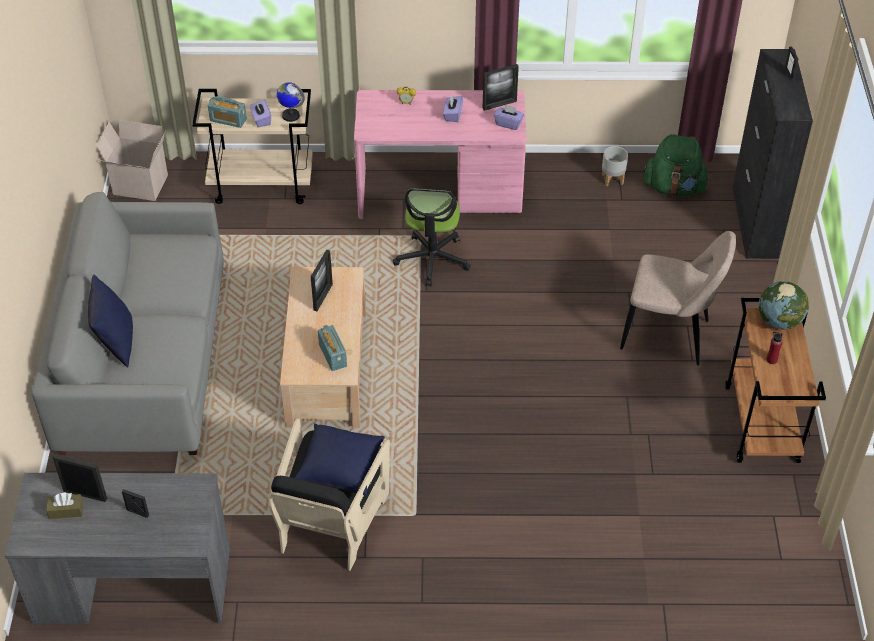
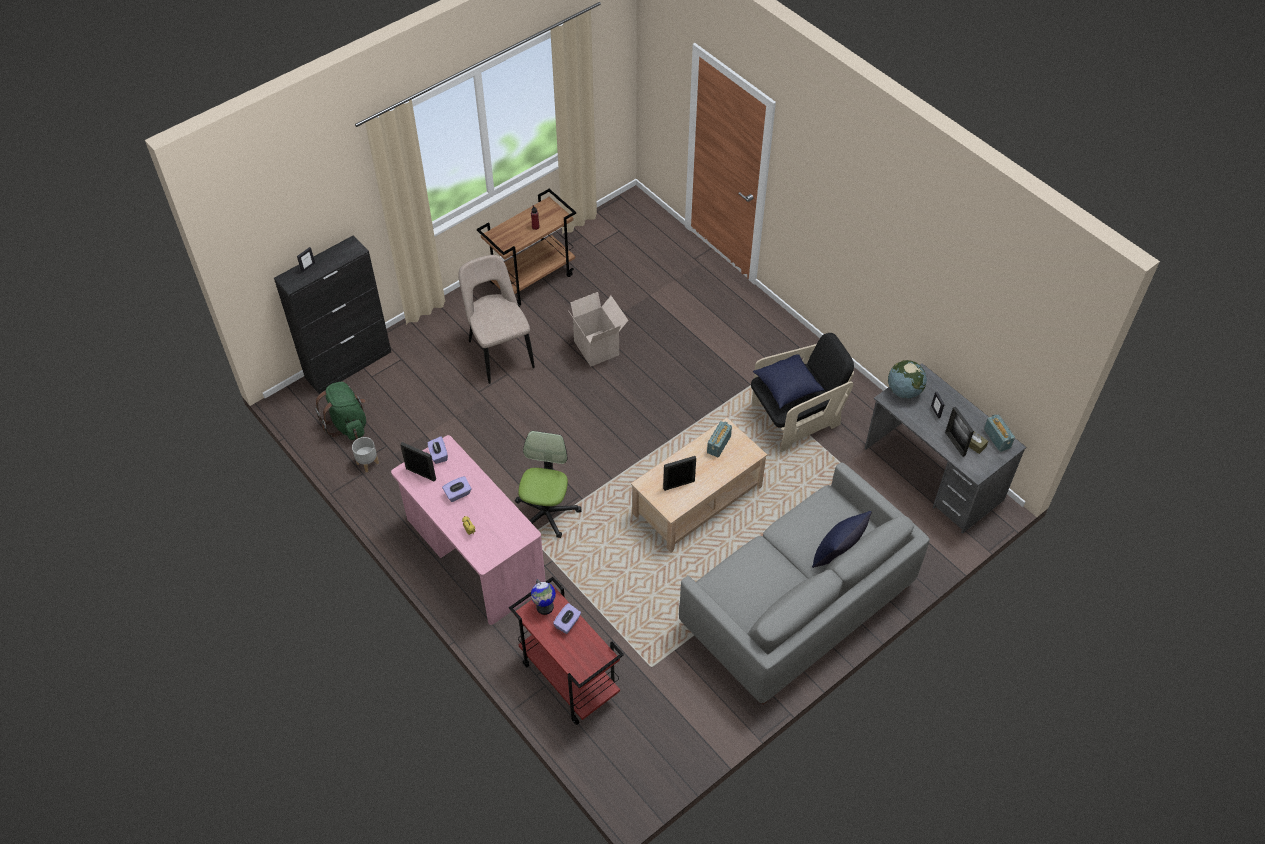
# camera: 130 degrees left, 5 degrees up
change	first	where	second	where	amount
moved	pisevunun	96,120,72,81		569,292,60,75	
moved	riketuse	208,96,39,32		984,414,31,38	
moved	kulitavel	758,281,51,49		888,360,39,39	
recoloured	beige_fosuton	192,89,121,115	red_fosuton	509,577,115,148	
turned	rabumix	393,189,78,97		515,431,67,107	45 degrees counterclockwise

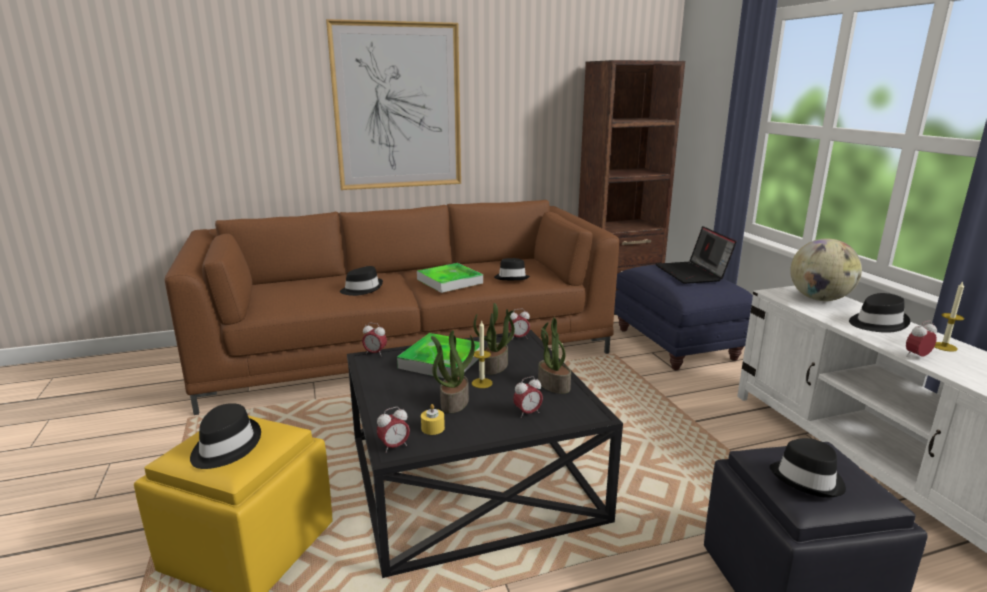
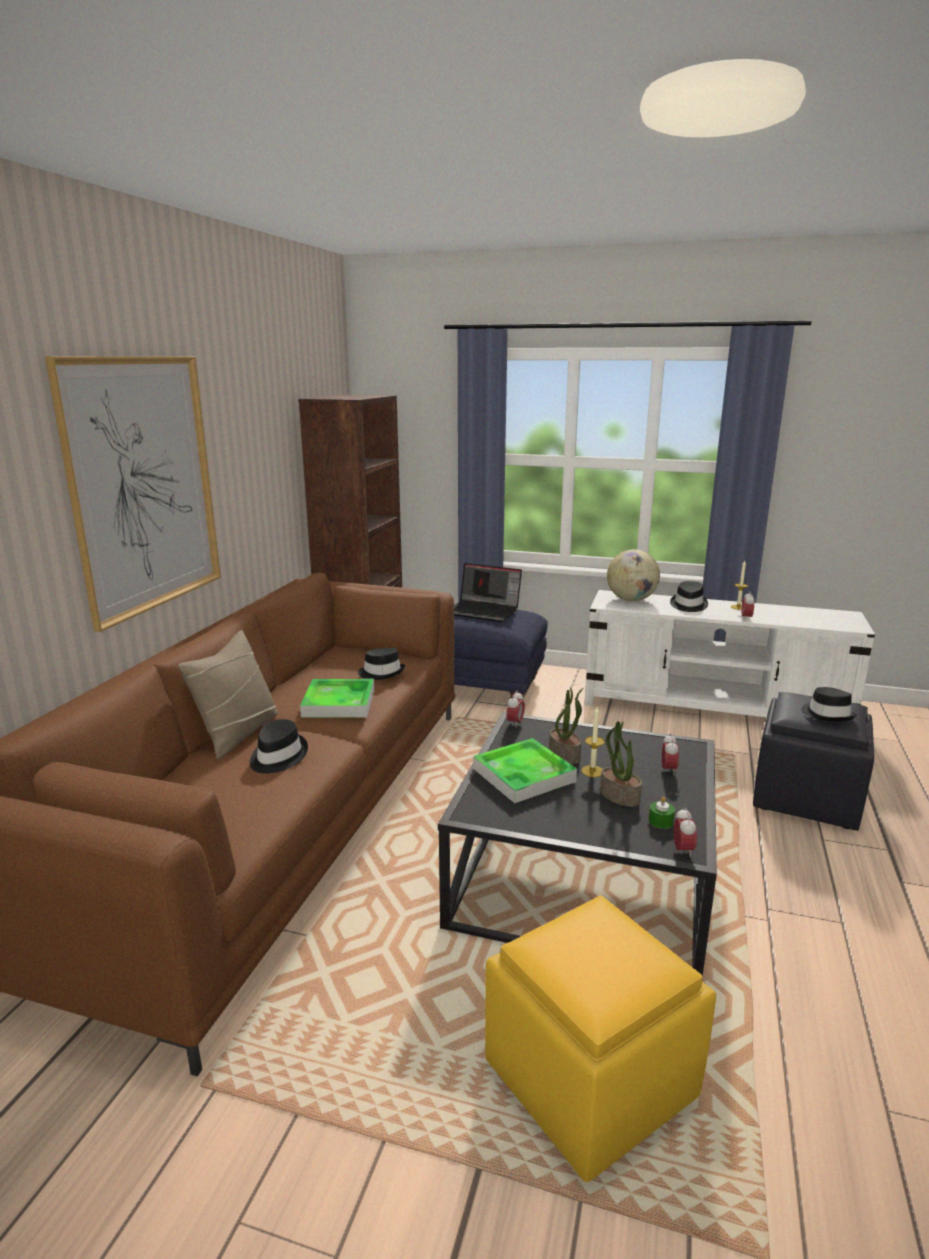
# camera: 55 degrees left, 0 degrees up
change	first	where	second	where	amount
removed	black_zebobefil	190,403,71,66			
removed	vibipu	362,322,25,34			
removed	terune	538,317,33,77			
added			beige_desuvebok	178,630,100,129	
recoloured	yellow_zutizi	421,404,24,31	green_zutizi	649,796,26,33	

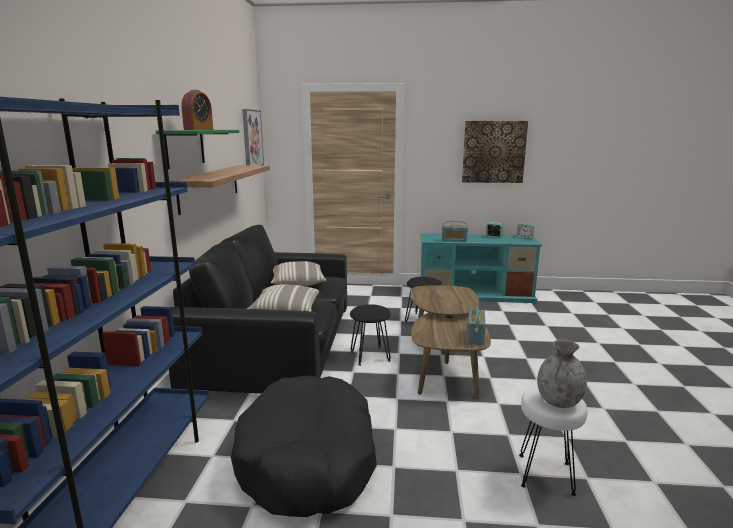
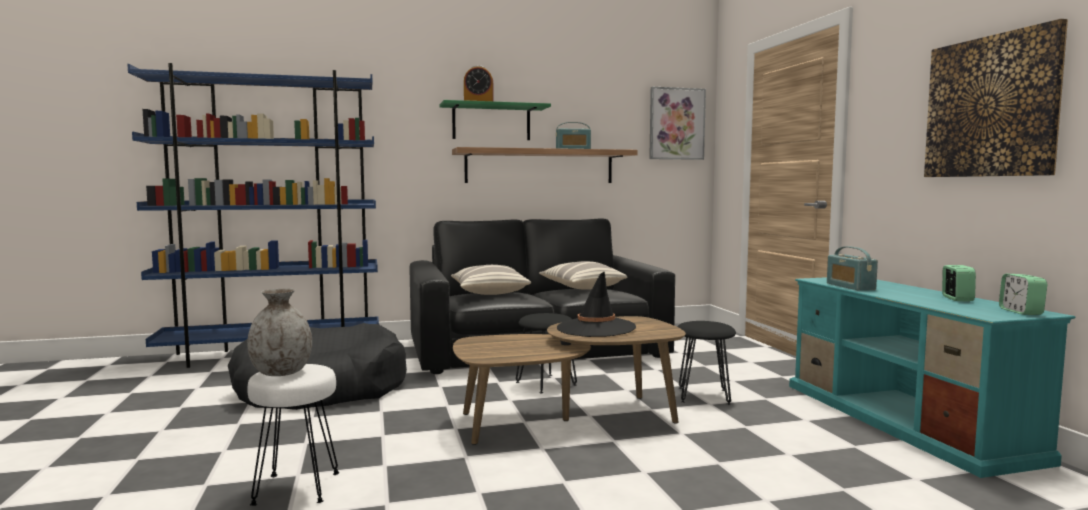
# camera: 70 degrees right, 10 degrees down
change	first	where	second	where	amount
added			black_zebobefil	557,272,79,65	
moved	riketuse	467,306,19,39		556,122,35,27	

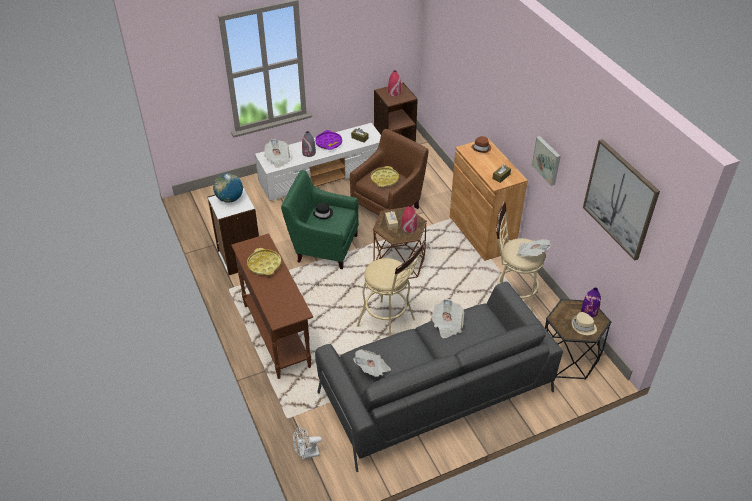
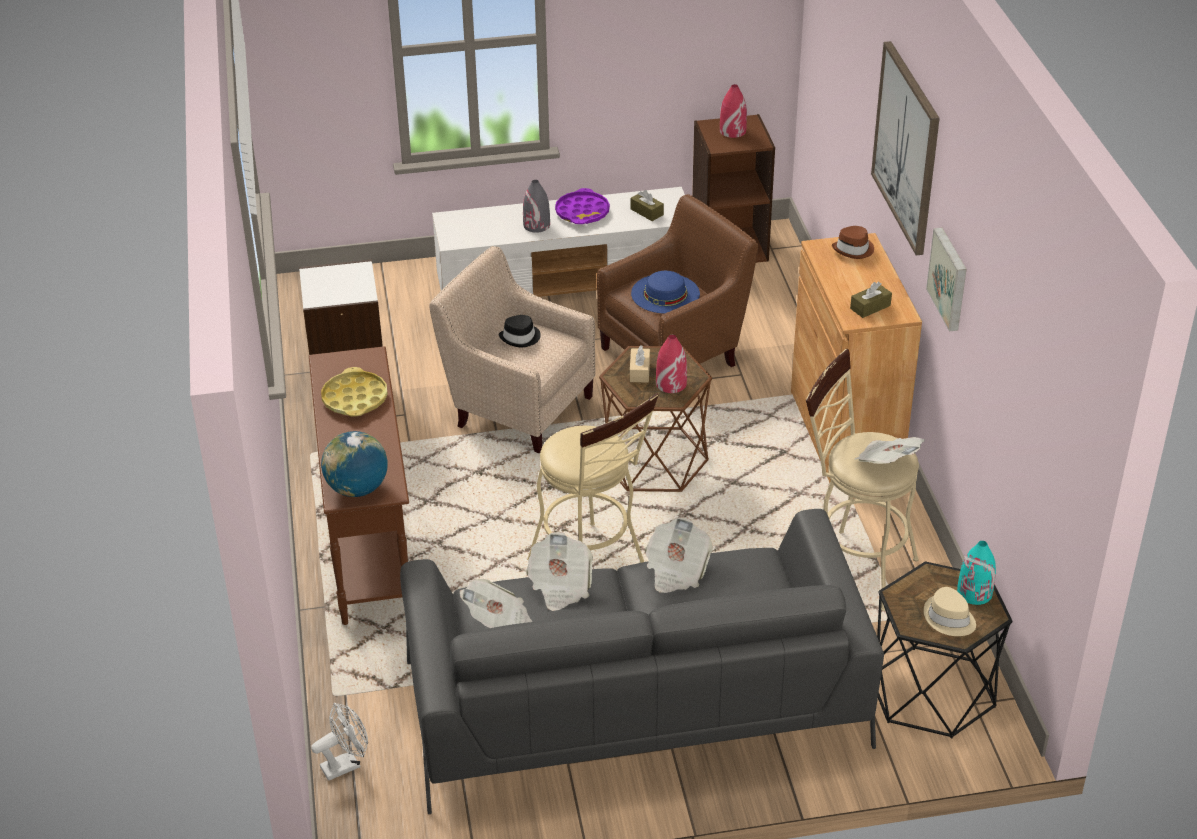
# camera: 15 degrees right, 5 degrees down
change	first	where	second	where	amount
moved	kulitavel	213,173,30,30		321,431,67,66	
moved	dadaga	264,139,27,29		526,532,67,79	
moved	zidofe	583,139,77,122		871,41,69,214	
replaced	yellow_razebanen	371,166,28,21	blue_zebobefil	631,271,69,43	
recoloured	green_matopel	281,170,78,99	beige_matopel	429,246,167,207	
recoloured	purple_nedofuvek	581,288,20,29	turquoise_nedofuvek	957,541,39,64	
turned	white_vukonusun	293,425,29,35		311,702,57,79	150 degrees clockwise

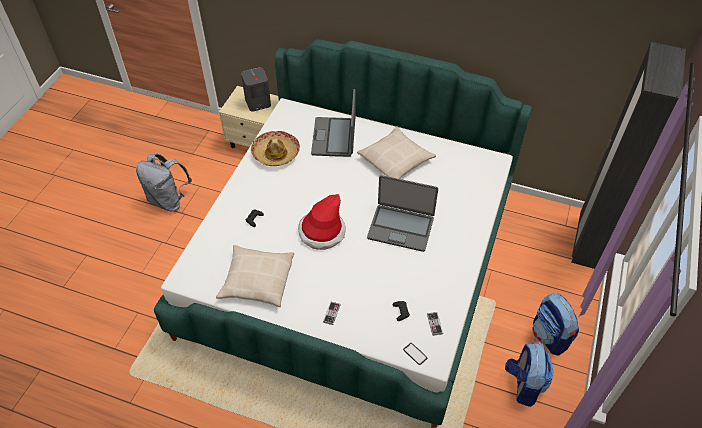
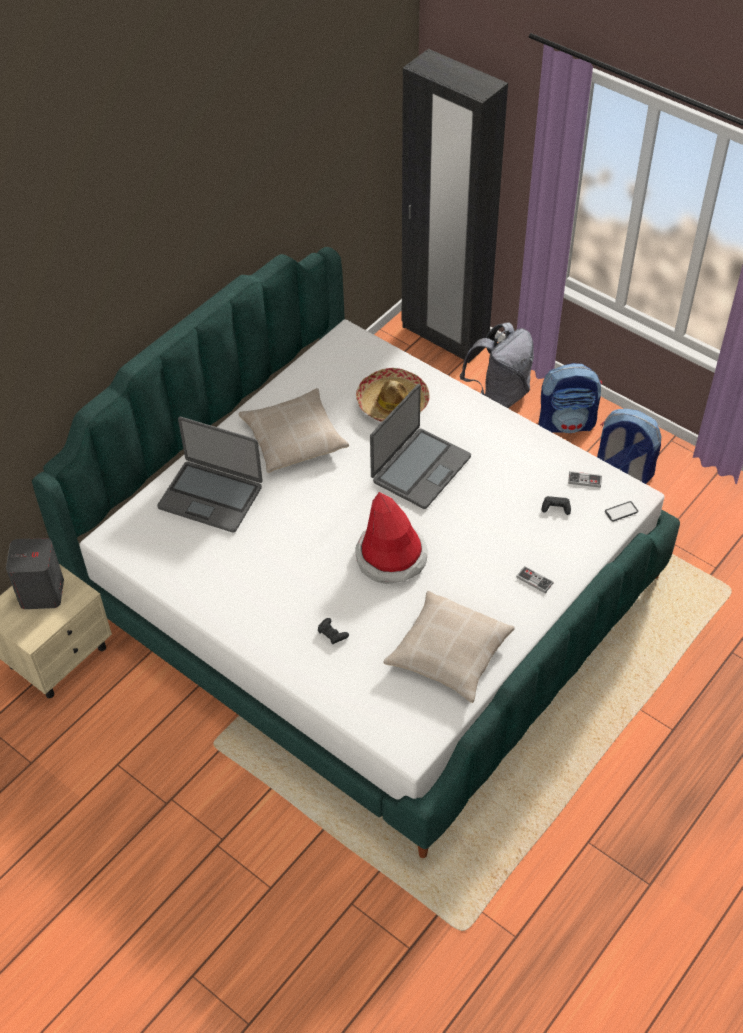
# camera: 70 degrees left, 0 degrees up
change	first	where	second	where	amount
moved	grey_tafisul	136,154,56,57		460,322,74,86	
moved	zebobefil	251,131,49,35		356,368,74,54	

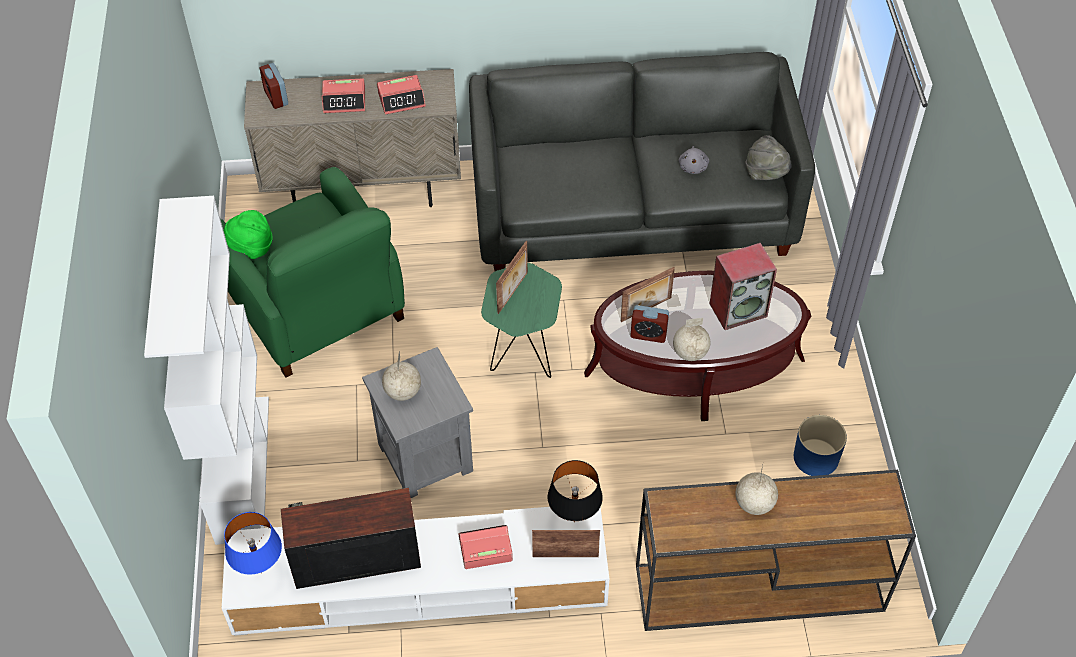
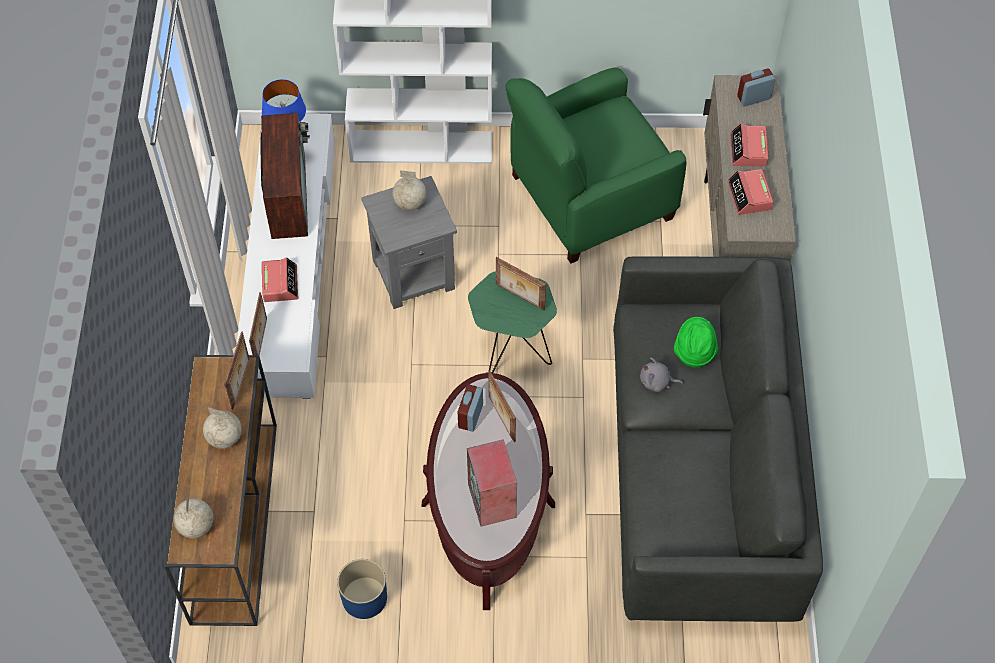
# camera: 95 degrees right, 5 degrees up
change	first	where	second	where	amount
removed	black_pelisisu	548,460,55,62			
removed	grey_zebobefil	746,135,46,45			
added			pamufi	224,331,25,79	
moved	green_zebobefil	224,210,49,49		674,317,44,51	
moved	kulitavel	673,318,37,43		173,493,40,45	
moved	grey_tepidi	679,146,30,28		640,358,43,34	

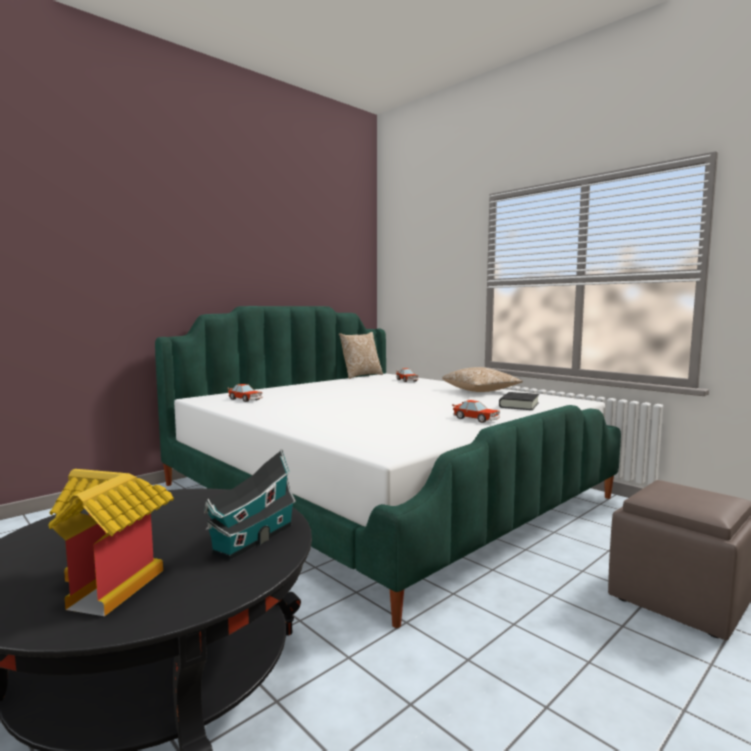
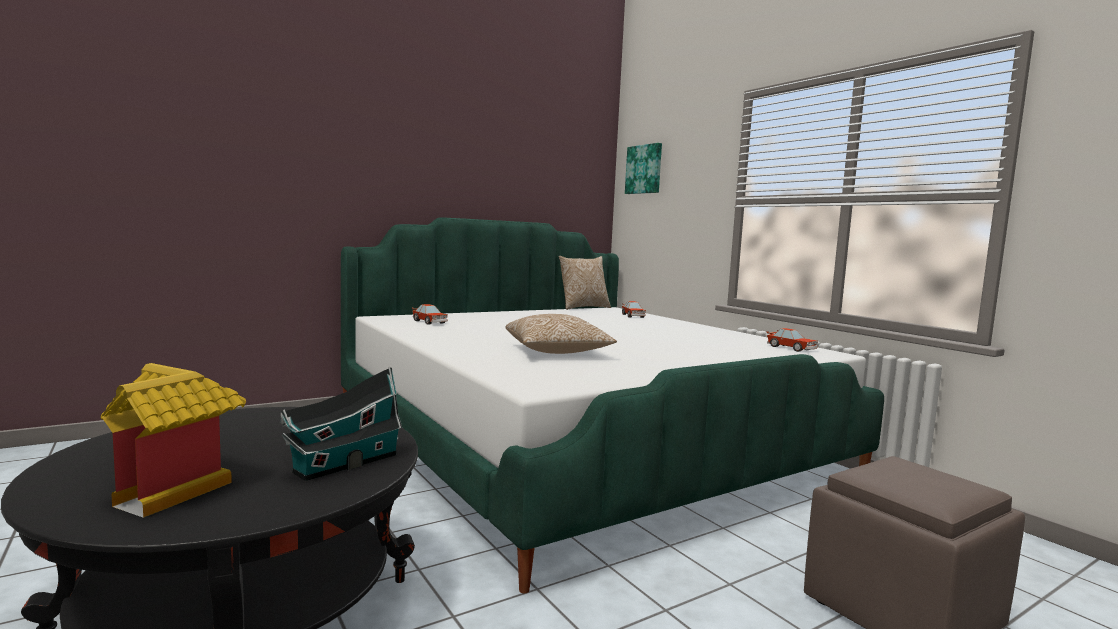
# camera: 10 degrees right, 0 degrees up
change	first	where	second	where	amount
removed	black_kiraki	499,392,40,18			
added			zidofe	625,143,37,51	
moved	desuvebok	442,367,81,25		505,314,112,40	
moved	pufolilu	452,400,48,23		767,328,51,24	

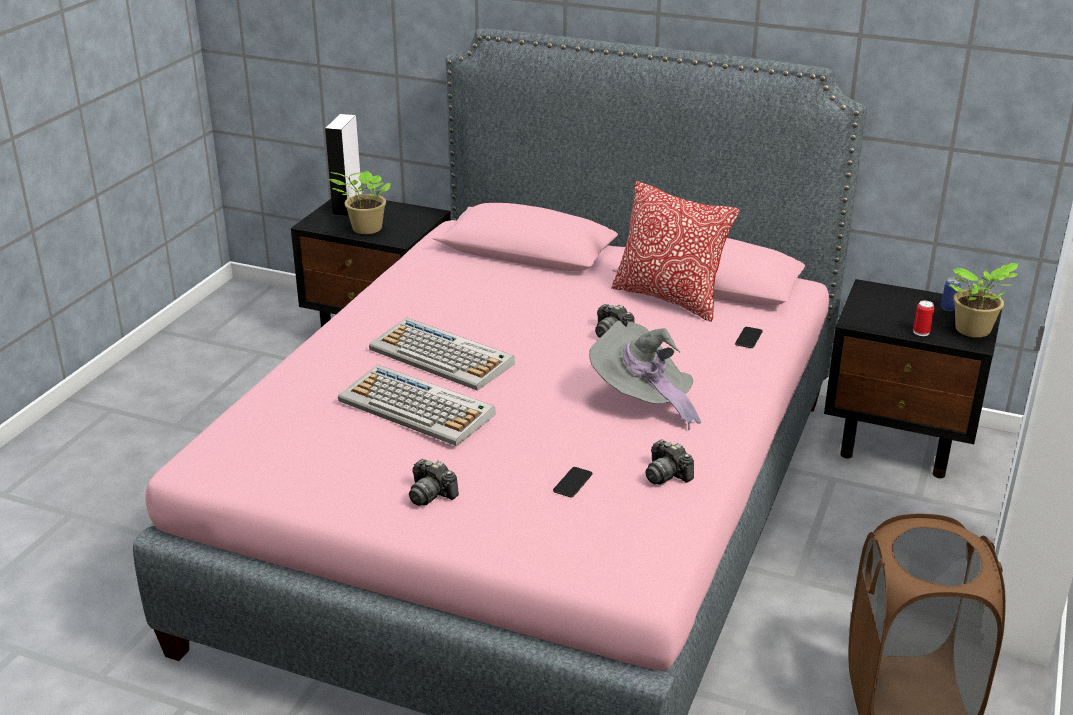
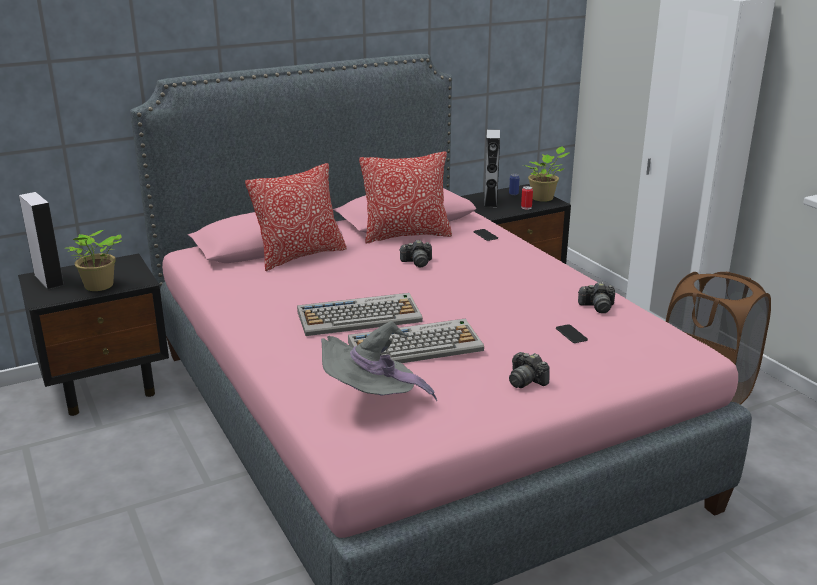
# camera: 50 degrees left, 5 degrees down
change	first	where	second	where	amount
added			desuvebok	245,163,102,108	
added			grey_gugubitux	484,129,16,79	
moved	grey_zebobefil	589,321,112,109		321,321,116,80	
turned	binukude	409,459,50,47		509,352,41,36	60 degrees clockwise

